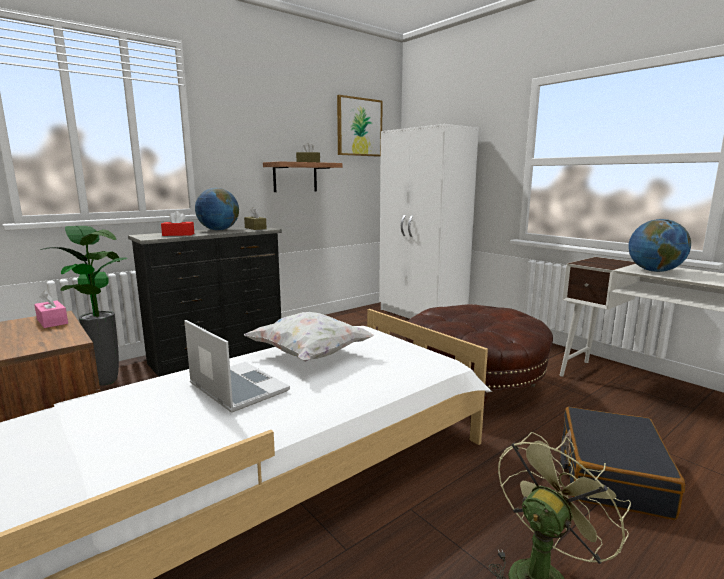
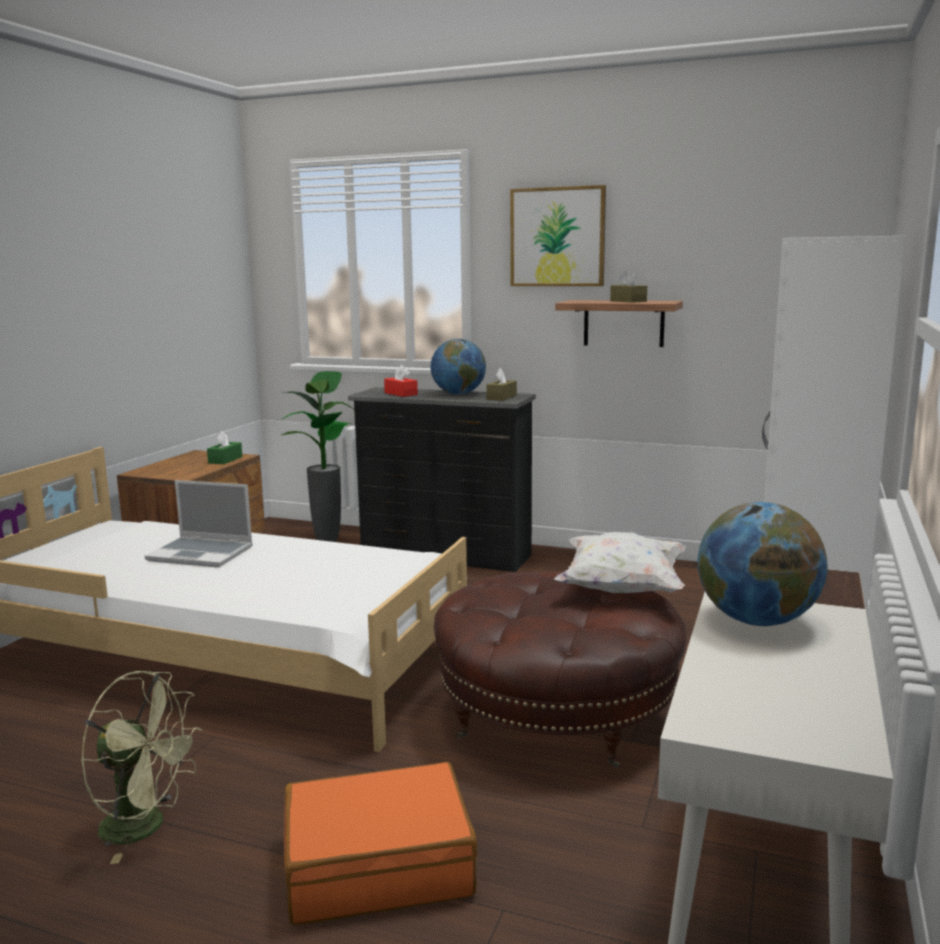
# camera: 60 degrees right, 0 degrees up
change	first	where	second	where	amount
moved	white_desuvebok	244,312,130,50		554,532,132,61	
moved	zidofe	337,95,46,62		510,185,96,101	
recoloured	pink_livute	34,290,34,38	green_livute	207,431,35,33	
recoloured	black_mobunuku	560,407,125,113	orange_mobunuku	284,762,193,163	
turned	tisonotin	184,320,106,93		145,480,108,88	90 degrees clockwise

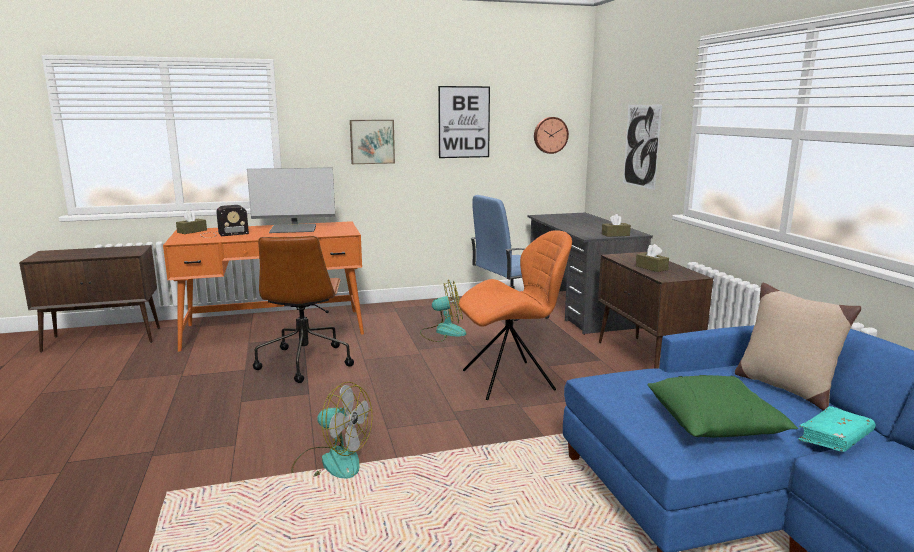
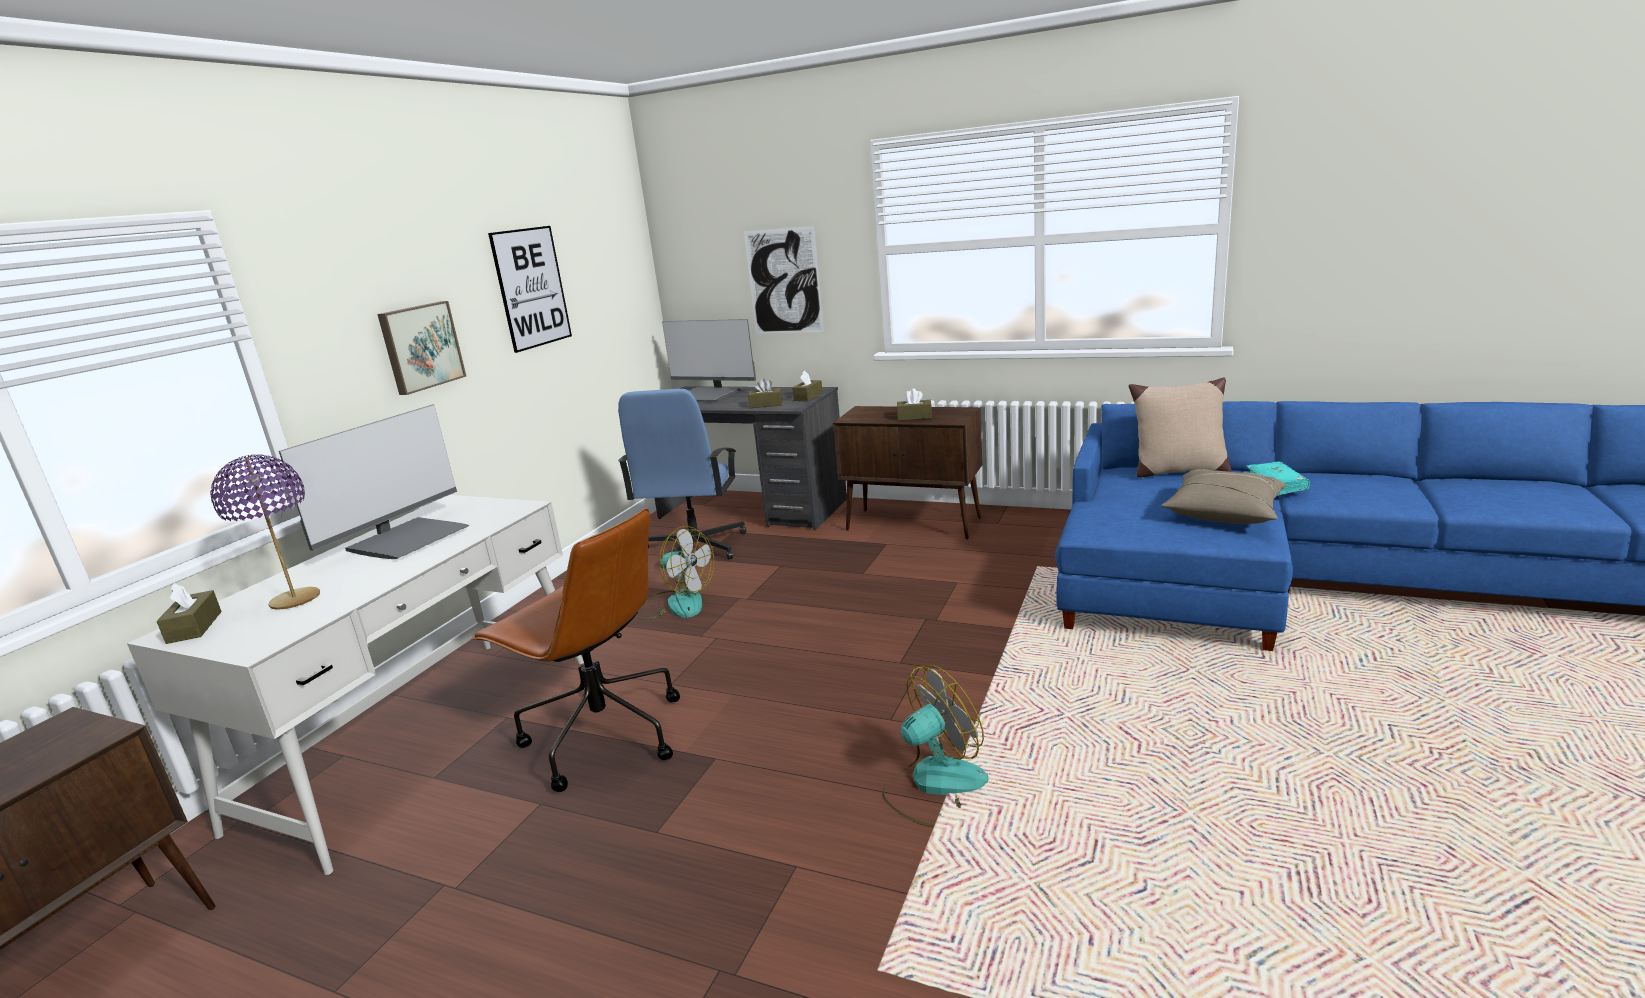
# camera: 50 degrees left, 5 degrees up
change	first	where	second	where	amount
removed	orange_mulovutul	459,230,113,170			
removed	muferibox	534,117,35,37			
added			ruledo	662,319,94,82	
added			brown_livute	748,378,34,30	
replaced	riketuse	202,205,47,33	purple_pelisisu	211,454,109,156	
recoloured	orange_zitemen	163,221,201,131	white_zitemen	127,495,457,380	
recoloured	green_desuvebok	648,375,150,63	beige_desuvebok	1161,469,126,55	
turned	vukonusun	420,279,46,63		638,526,76,94	90 degrees clockwise

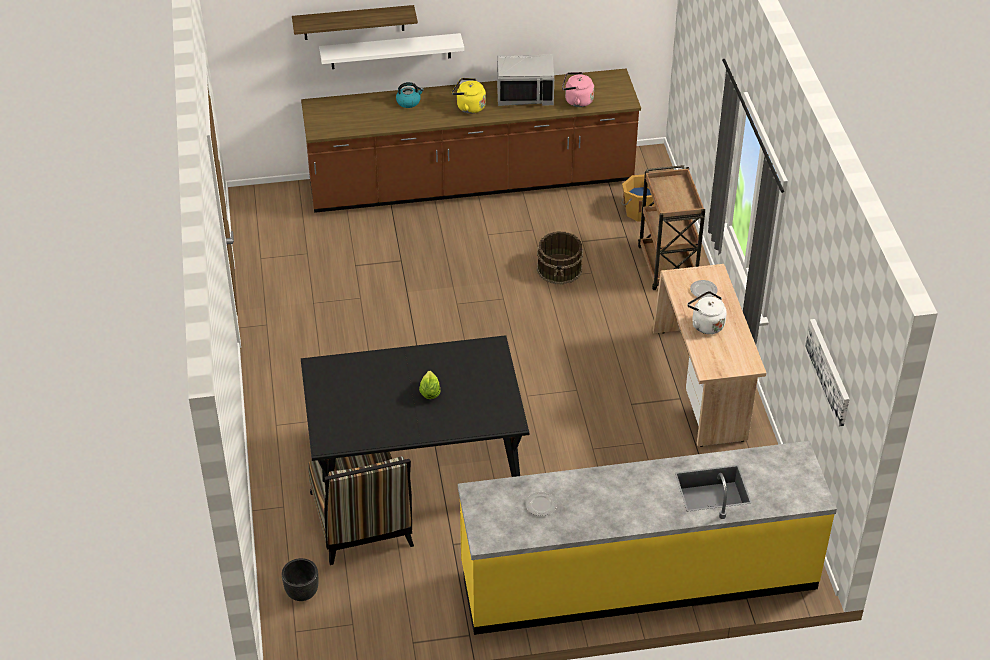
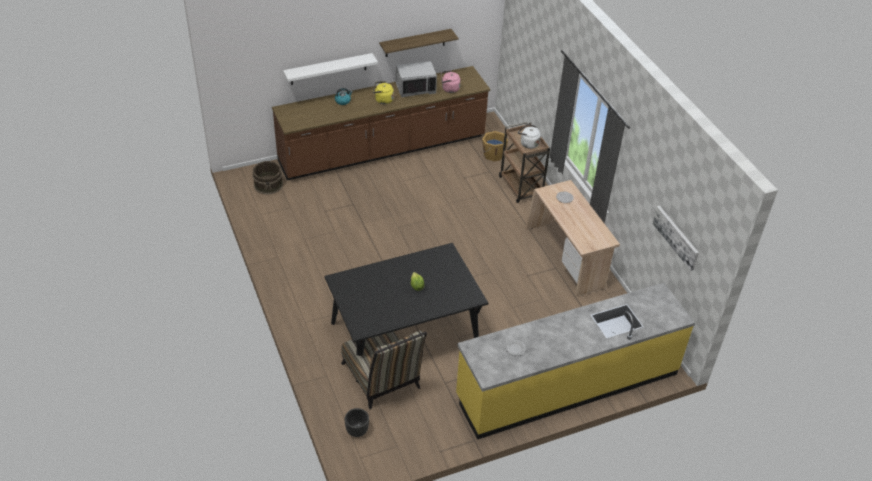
# camera: 15 degrees left, 0 degrees up
change	first	where	second	where	amount
moved	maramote	292,5,126,35		379,29,79,28	
moved	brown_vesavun	537,231,46,53		252,161,31,34	
moved	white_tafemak	687,291,40,43		518,124,23,25	

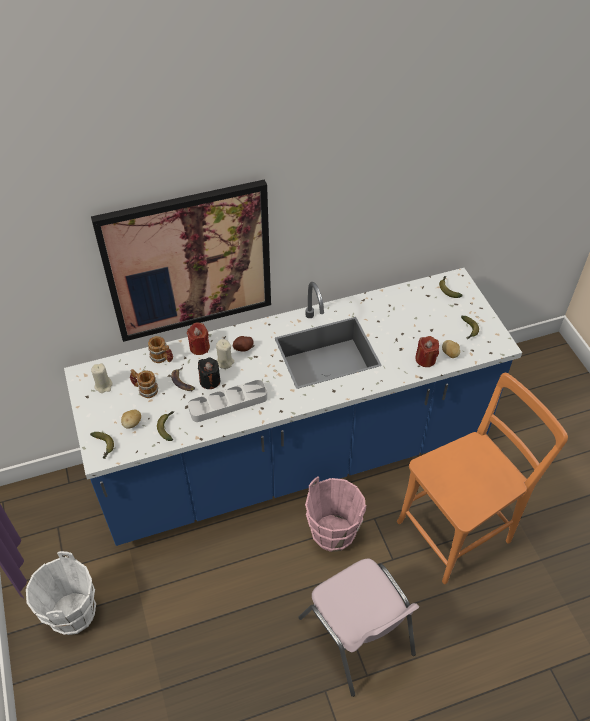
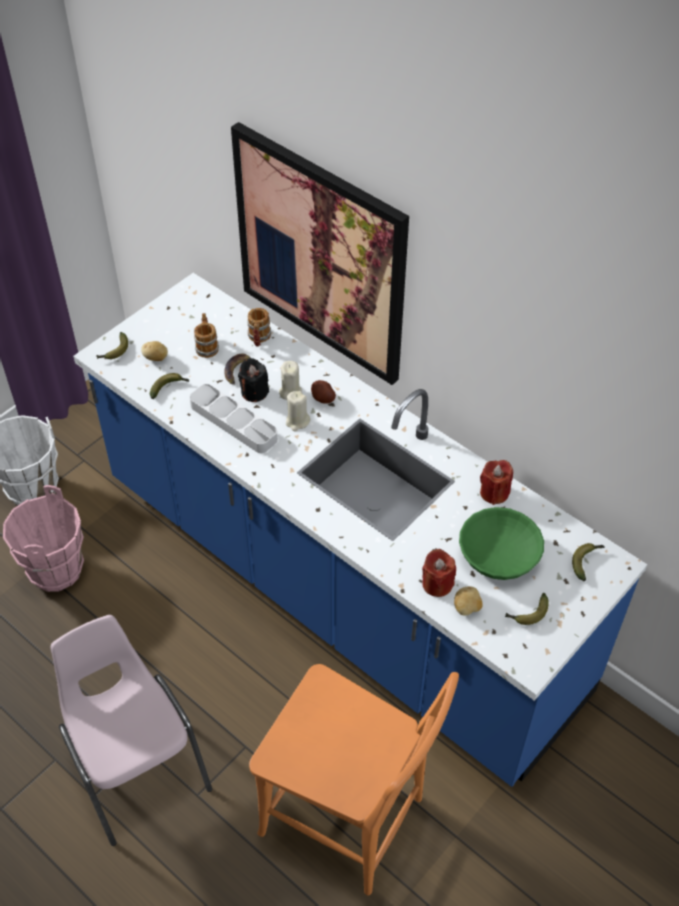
# camera: 60 degrees right, 0 degrees up
change	first	where	second	where	amount
added			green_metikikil	459,507,85,73	
moved	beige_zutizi	91,363,21,30		286,391,24,40	
moved	red_zutizi	187,322,23,33		480,460,33,45	
moved	pink_vesavun	305,477,61,75		3,485,81,107	
turned	pink_mulovutul	298,559,121,138		51,615,161,231	120 degrees clockwise

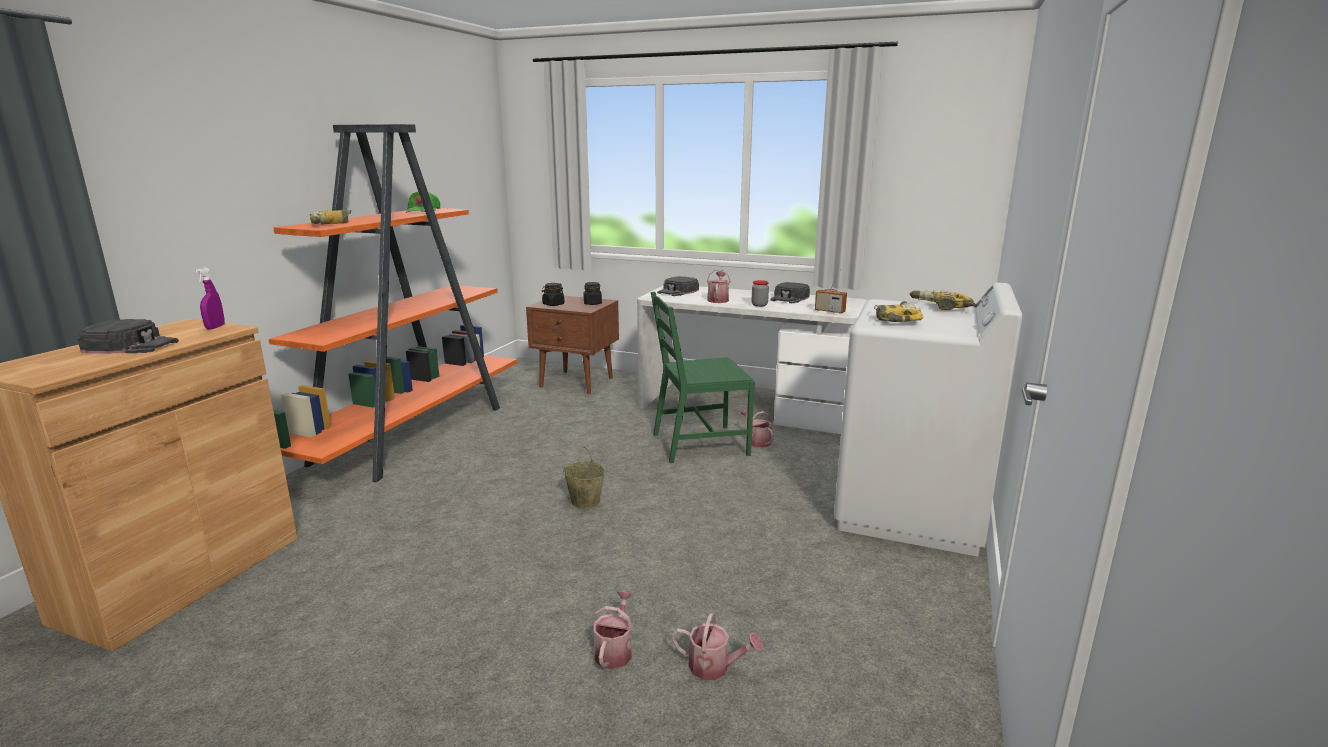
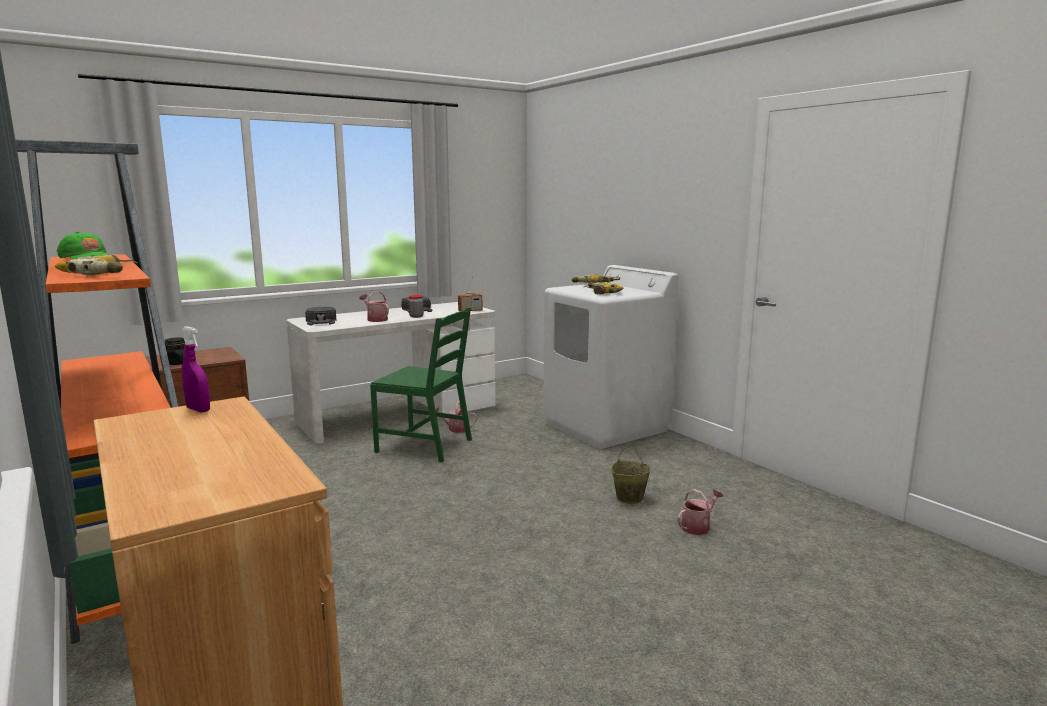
# camera: 55 degrees left, 5 degrees down
change	first	where	second	where	amount
removed	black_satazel	77,319,102,35			
removed	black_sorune	584,282,18,23			
removed	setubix	591,591,42,78			
moved	beige_vesavun	563,447,42,62		611,446,40,58	
turned	green_mulovutul	651,292,104,171		370,308,102,155	90 degrees counterclockwise

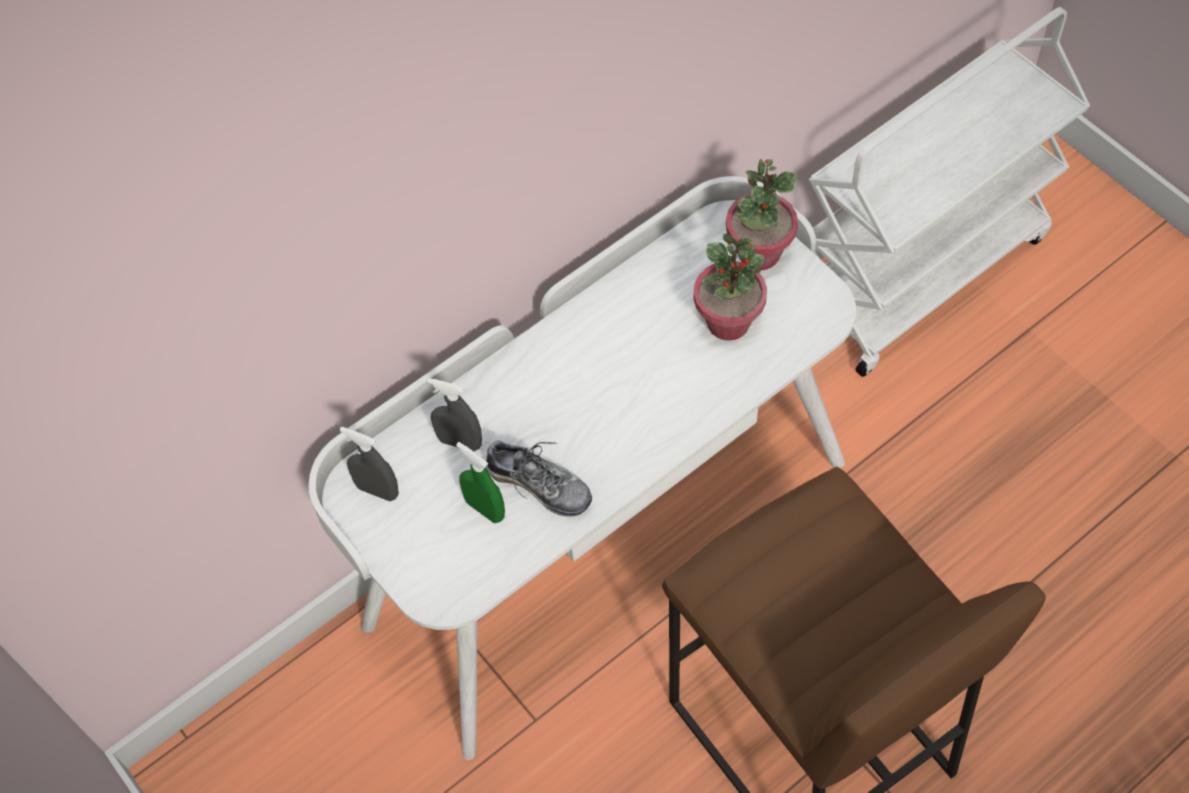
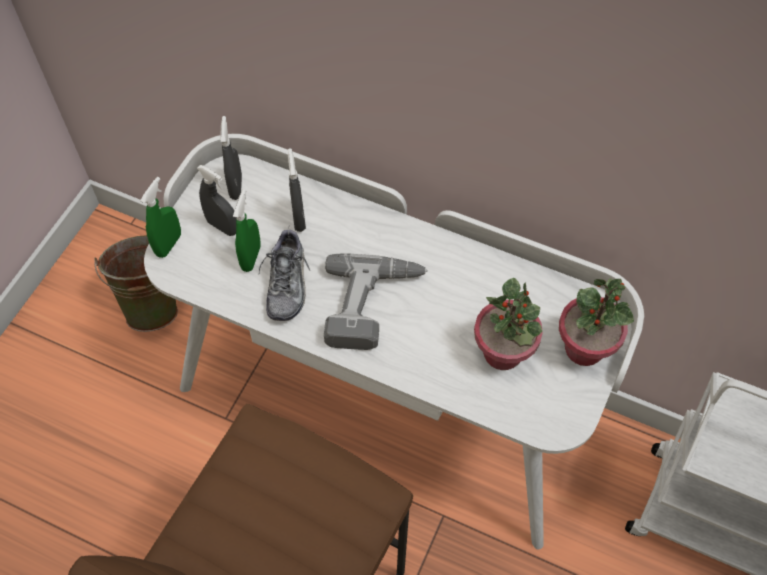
# camera: 60 degrees right, 0 degrees up
change	first	where	second	where	amount
added			green_vesavun	94,235,84,97	
added			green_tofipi	141,177,40,81	
added			grey_tofipi	197,165,39,71	
added			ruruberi	324,253,104,97	

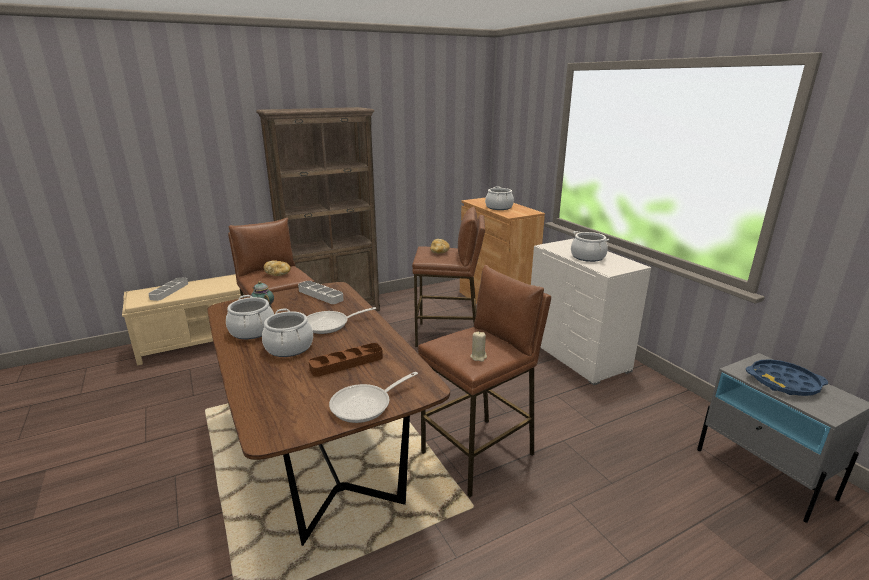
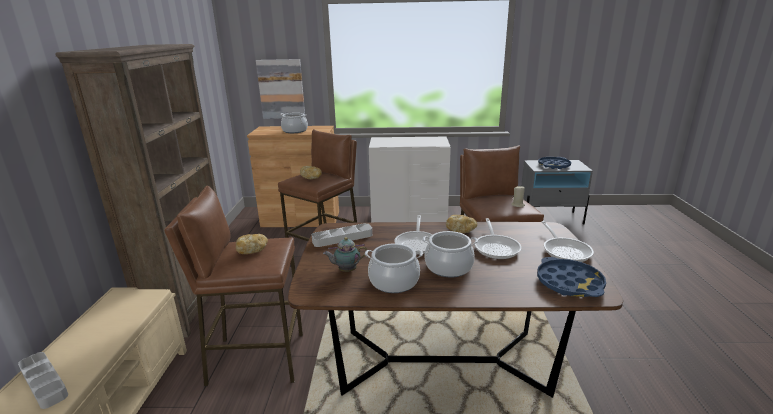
# camera: 60 degrees left, 0 degrees up
change	first	where	second	where	amount
removed	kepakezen	571,231,38,31			
added			zidofe	256,59,49,60	
added			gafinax	446,215,31,18	
added			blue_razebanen	537,257,69,40	
replaced	brown_razebanen	309,343,74,34	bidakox	475,218,46,41	

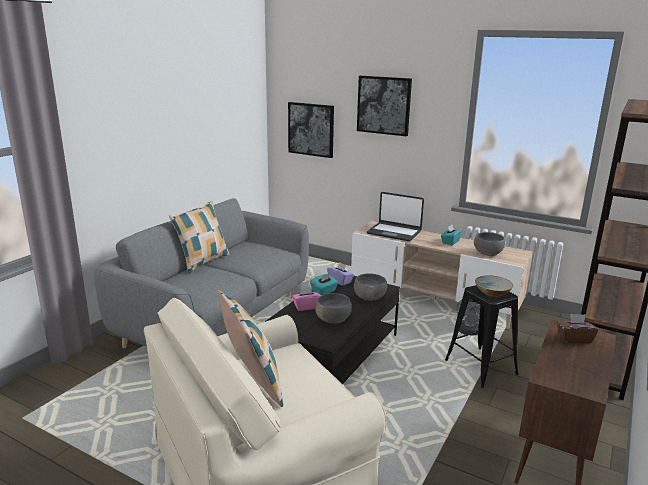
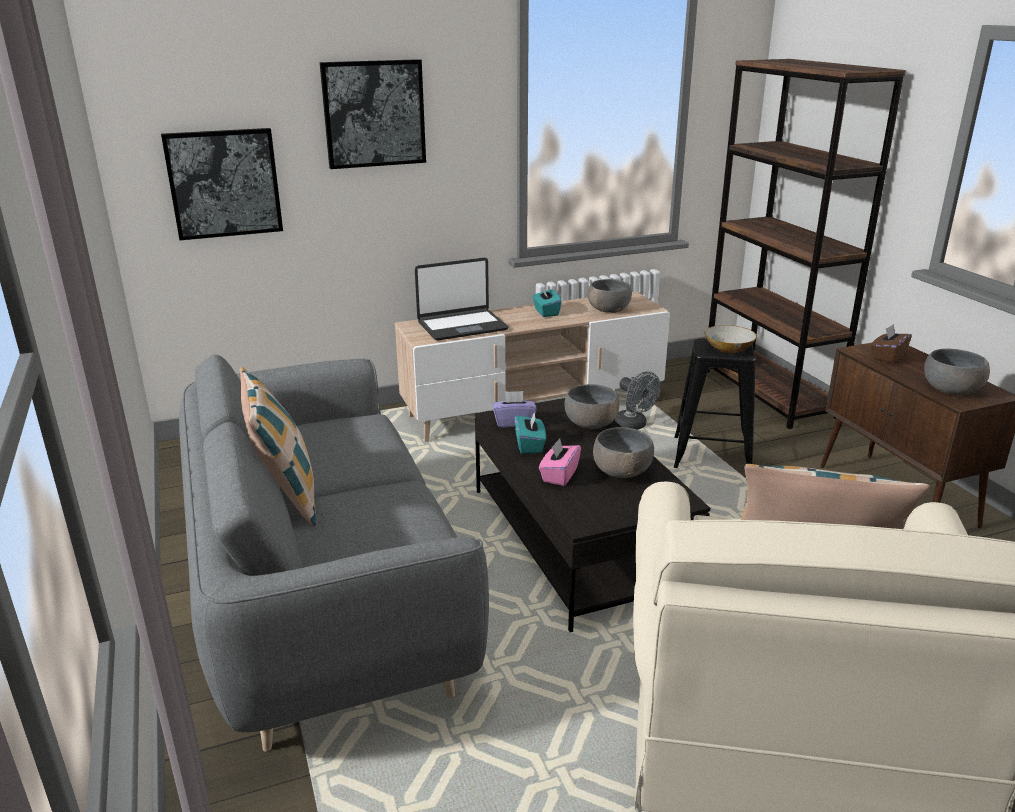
# camera: 50 degrees left, 5 degrees up
change	first	where	second	where	amount
added			grey_metikikil	924,349,66,46	

